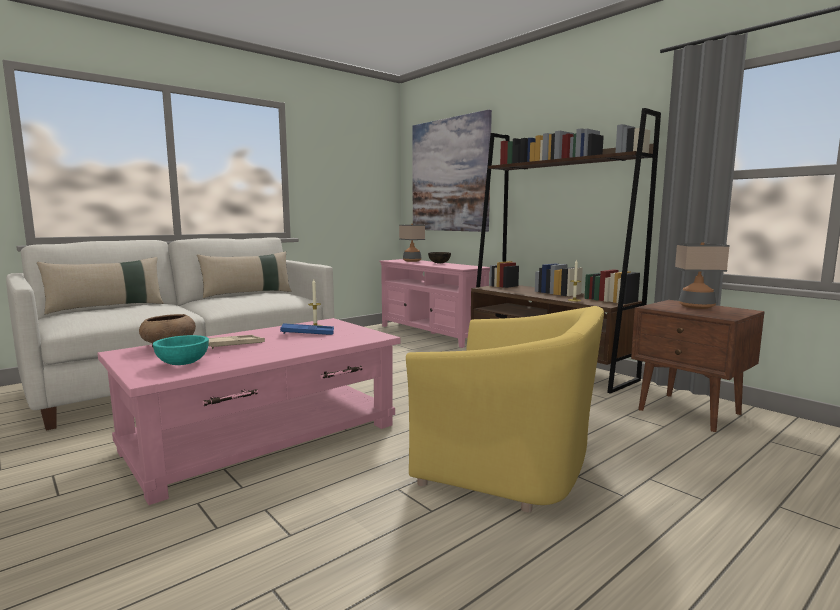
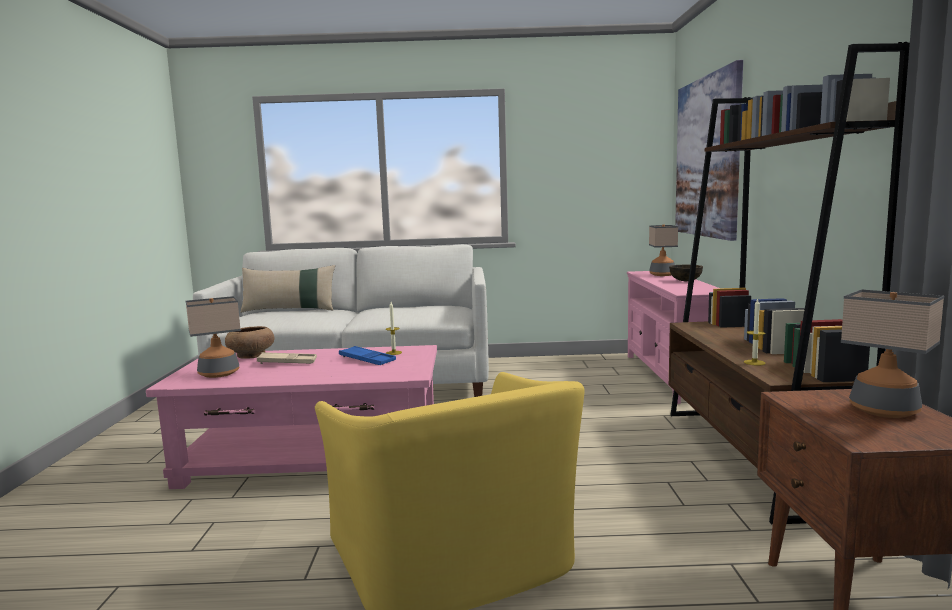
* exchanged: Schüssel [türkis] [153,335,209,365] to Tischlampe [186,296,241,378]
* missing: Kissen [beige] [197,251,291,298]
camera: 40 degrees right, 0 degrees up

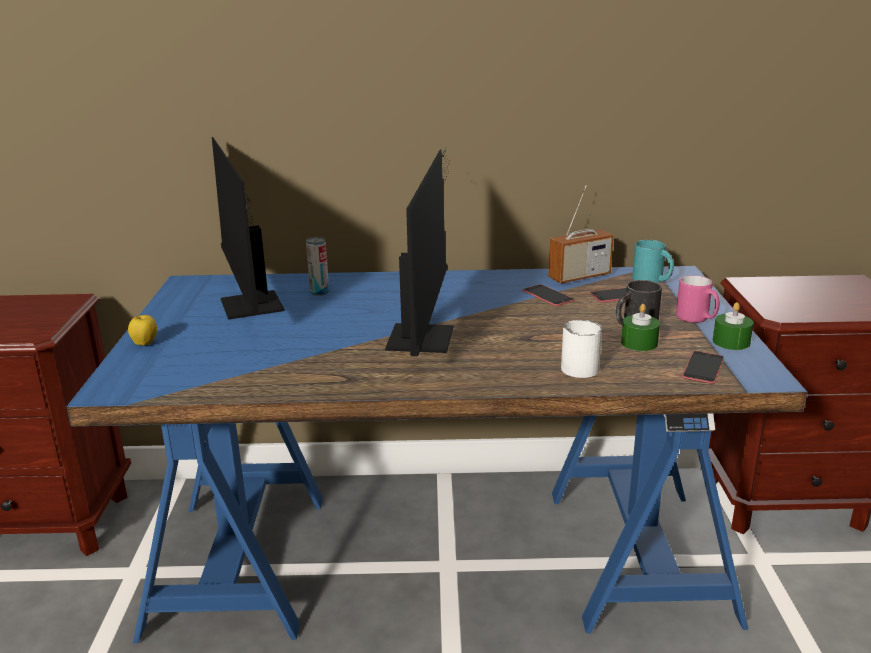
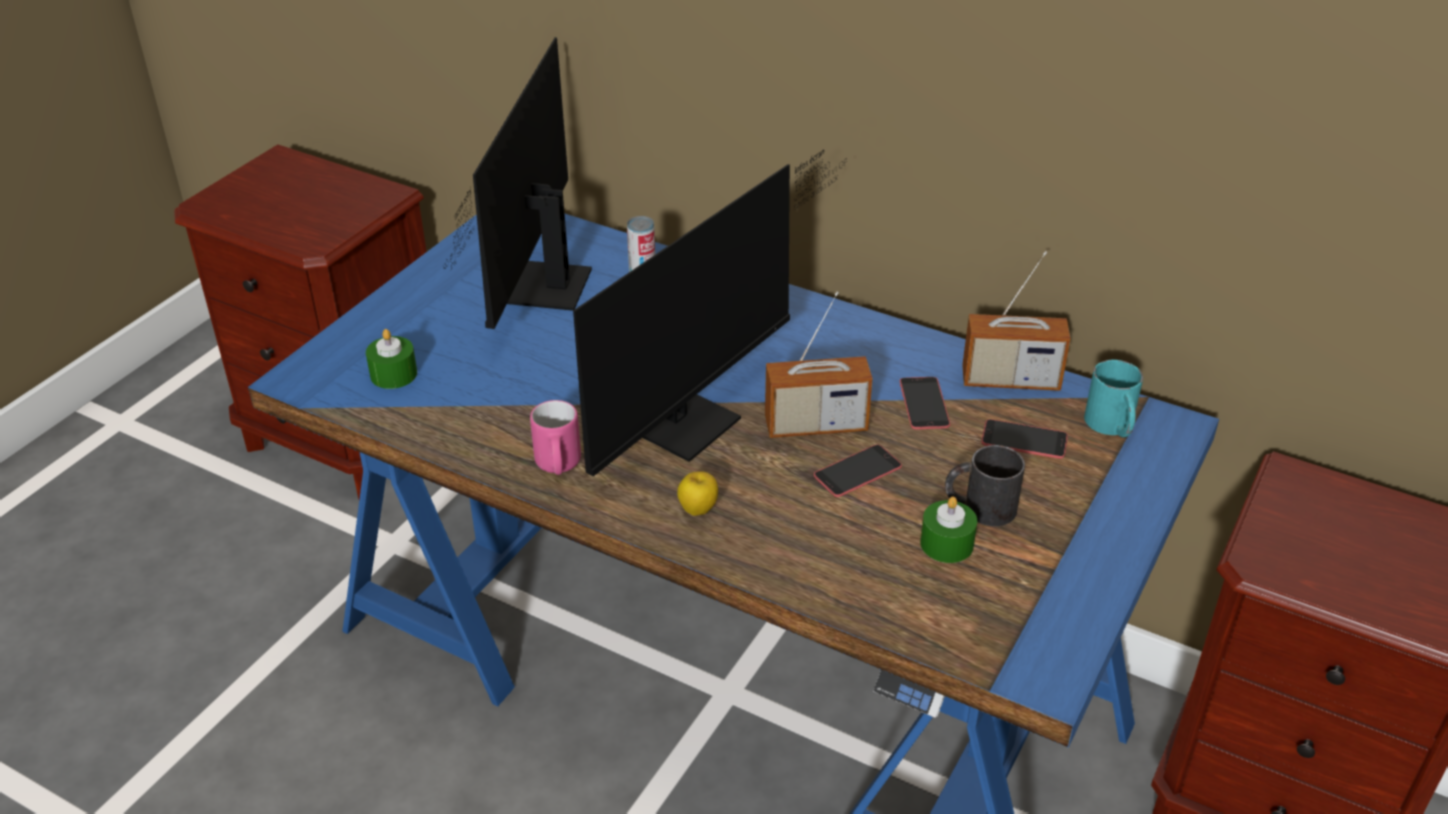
* relocated: Apfel [128,315,157,346] to [677,471,718,516]
* missing: Henkelbecher [weiß] [561,320,602,378]
* relocated: Henkelbecher [rosa] [676,275,720,323] to [530,400,581,475]
* relocated: Handy [682,351,724,384] to [814,444,902,497]
* relocated: Kerze [grün] [713,302,753,350] to [366,329,417,389]
* appeared: Radio [765,291,872,438]
camera: 30 degrees right, 15 degrees up

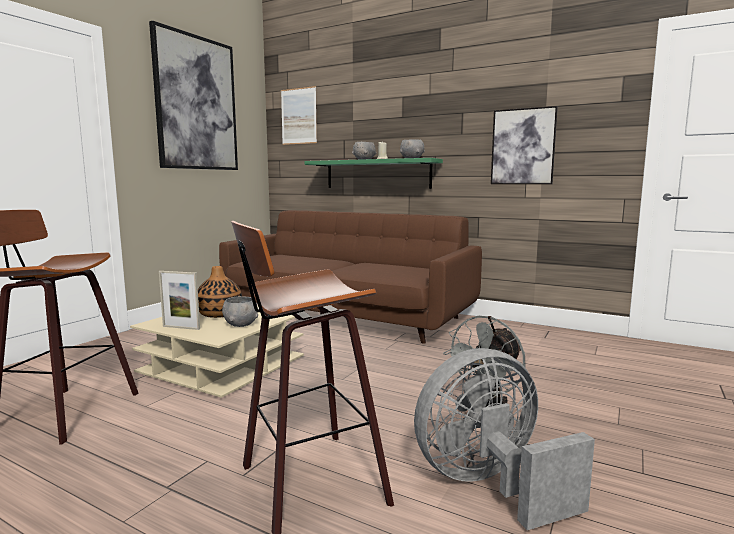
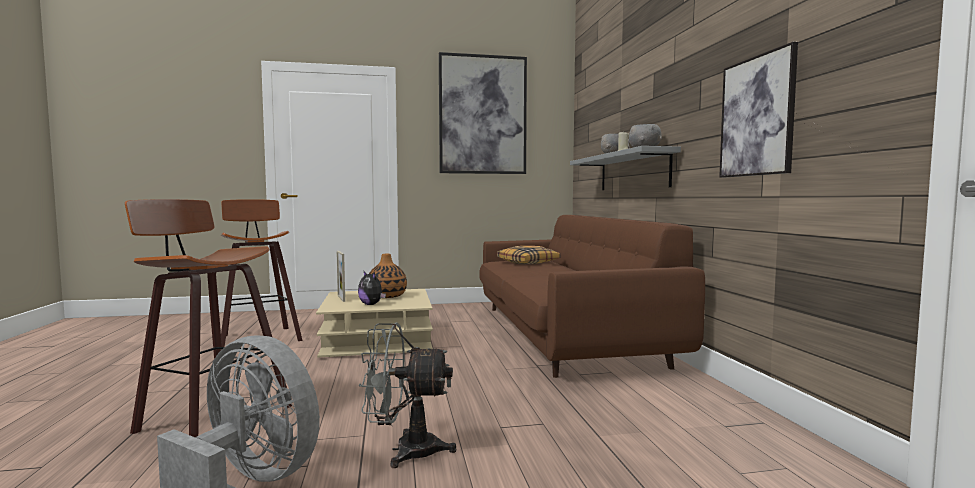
* exchanged: Schüssel [grau] [222,296,258,327] to Plüschtier [358,270,386,305]
* missing: Bild [281,86,317,145]
* colour: Wandregal [grün] [305,158,443,189] to Wandregal [grau] [570,146,681,190]
* appeared: Kissen [497,246,560,264]
camera: 50 degrees right, 5 degrees down

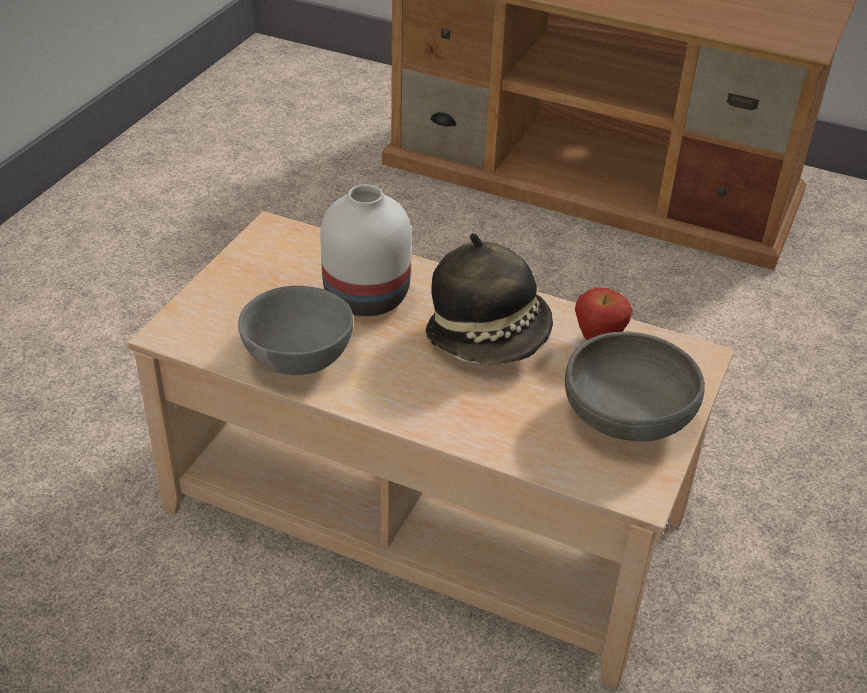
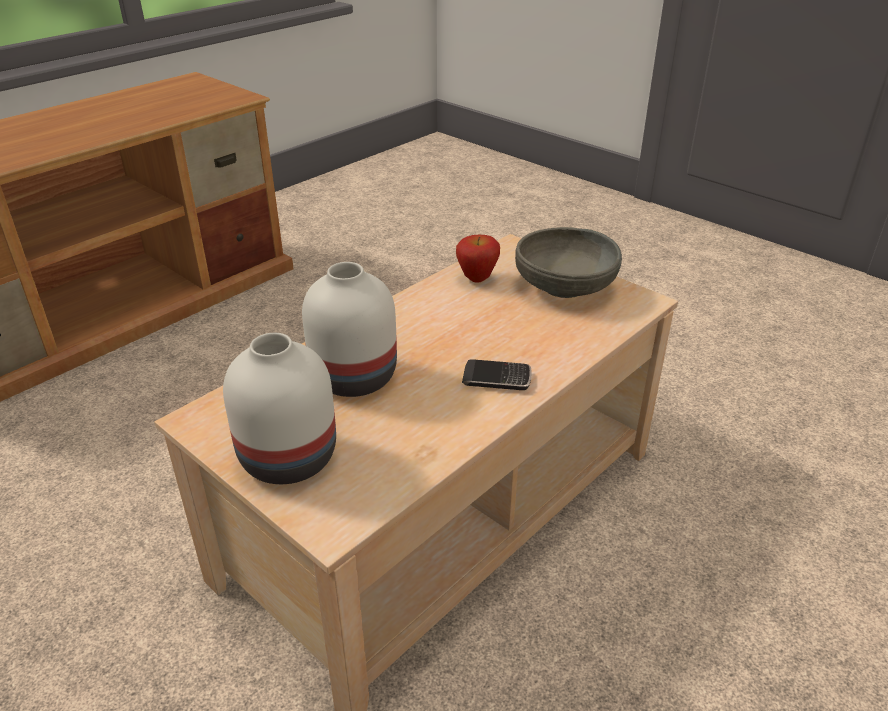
* missing: Schüssel [grau] [238,286,353,375]
* missing: Hut [426,233,553,365]
* appeared: Vase [weiß] [223,333,336,484]
* appeared: Handy [462,359,532,390]
camera: 70 degrees left, 5 degrees down

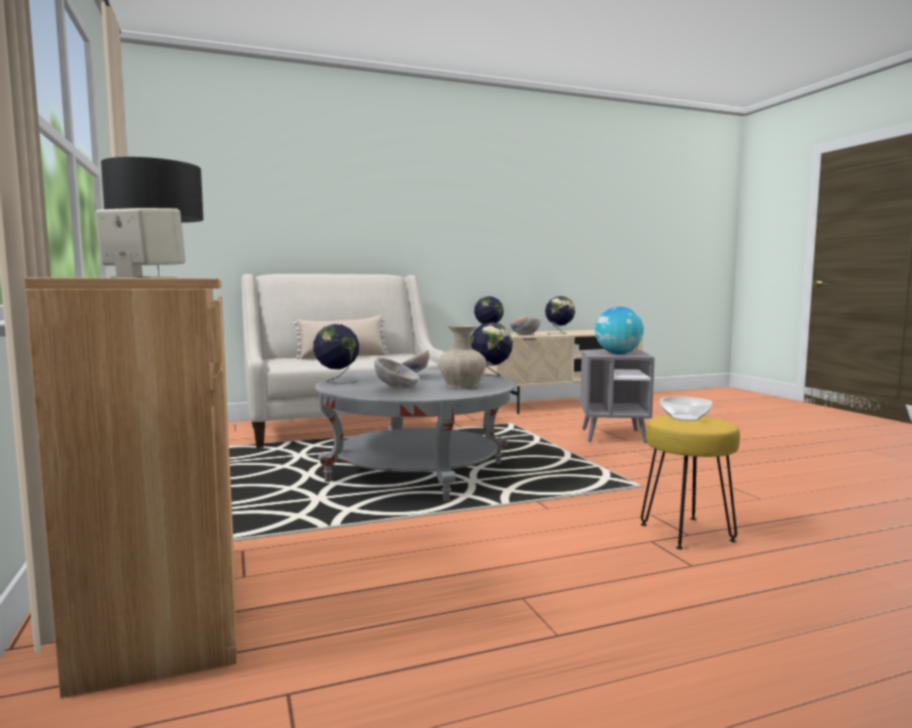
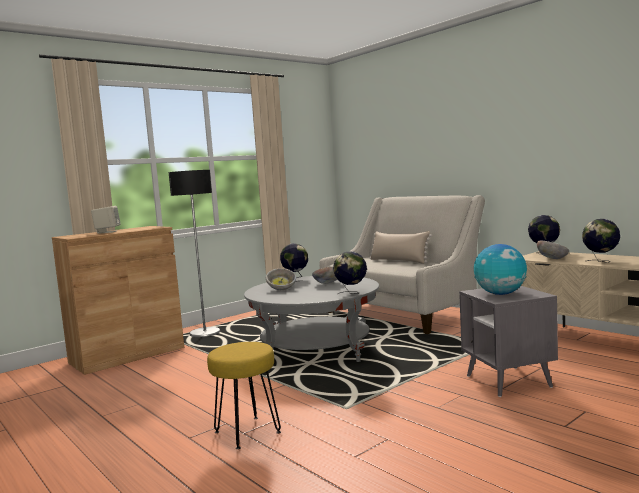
* missing: Vase [beige] [439,325,486,389]
* missing: Schüssel [660,396,712,421]
camera: 70 degrees right, 0 degrees up

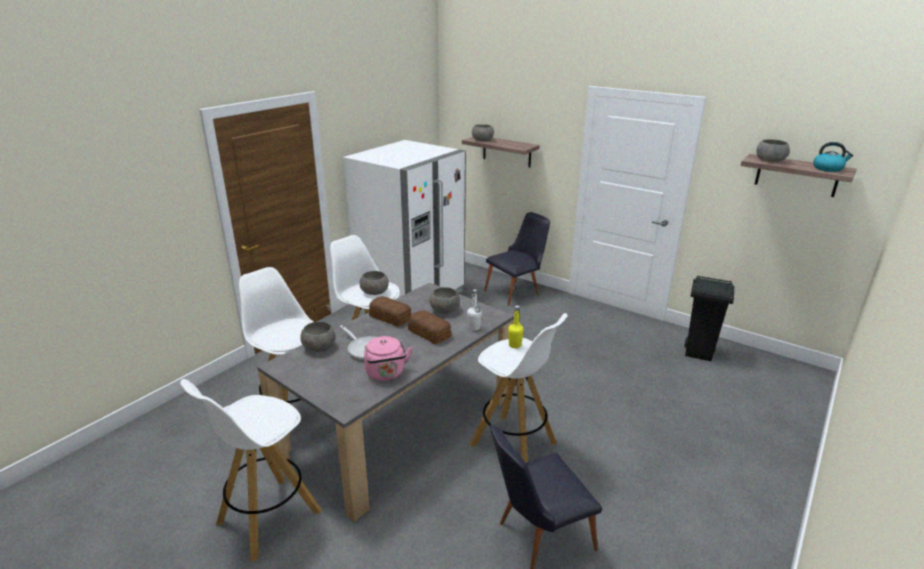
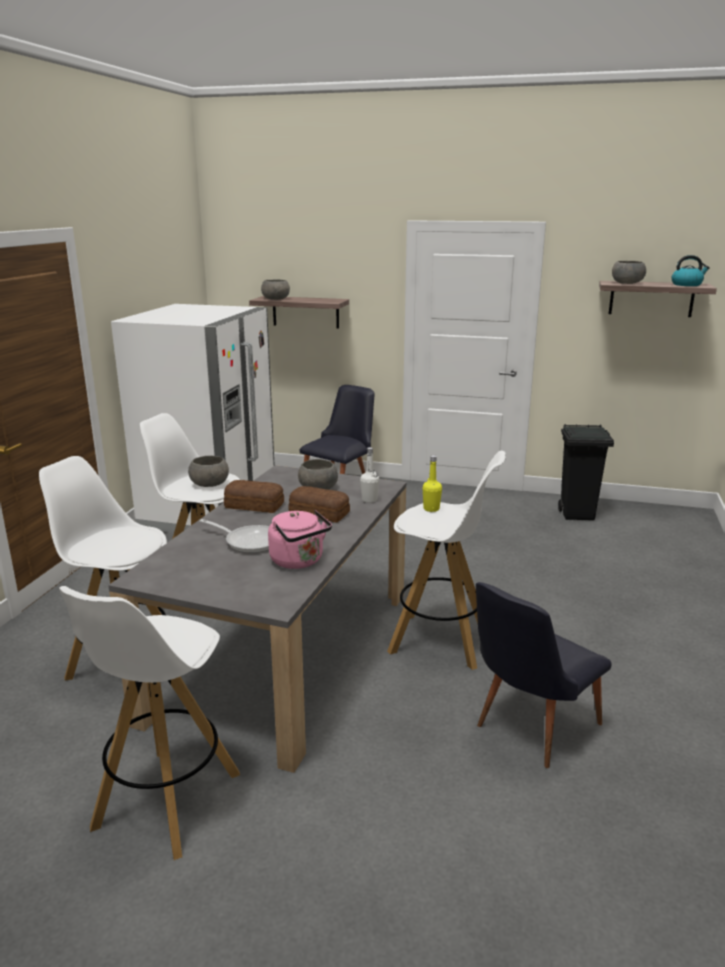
* missing: Schüssel [grau] [300,322,336,352]
camera: 20 degrees left, 5 degrees down

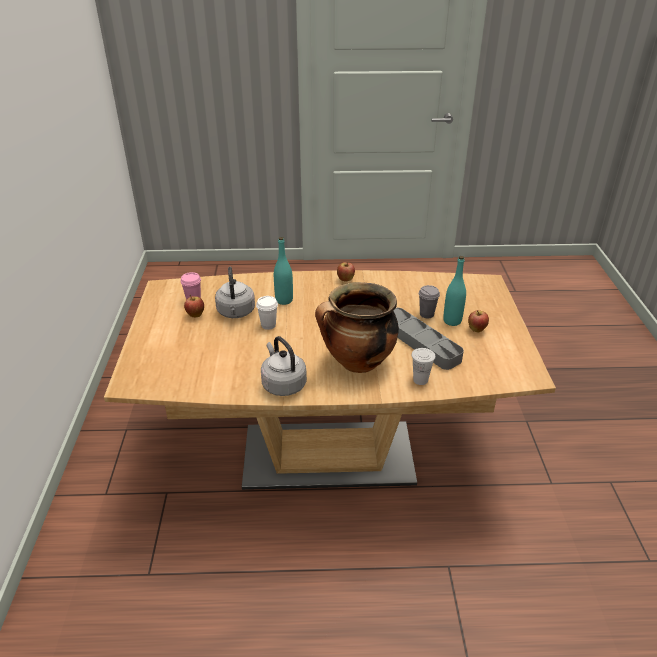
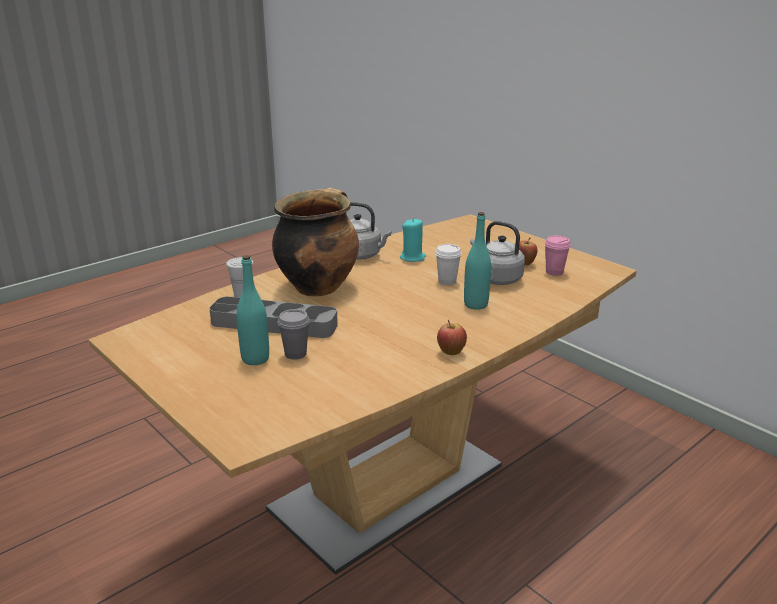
* missing: Apfel [468,310,489,332]
* appeared: Kerze [türkis] [400,218,426,262]
camera: 140 degrees right, 10 degrees down

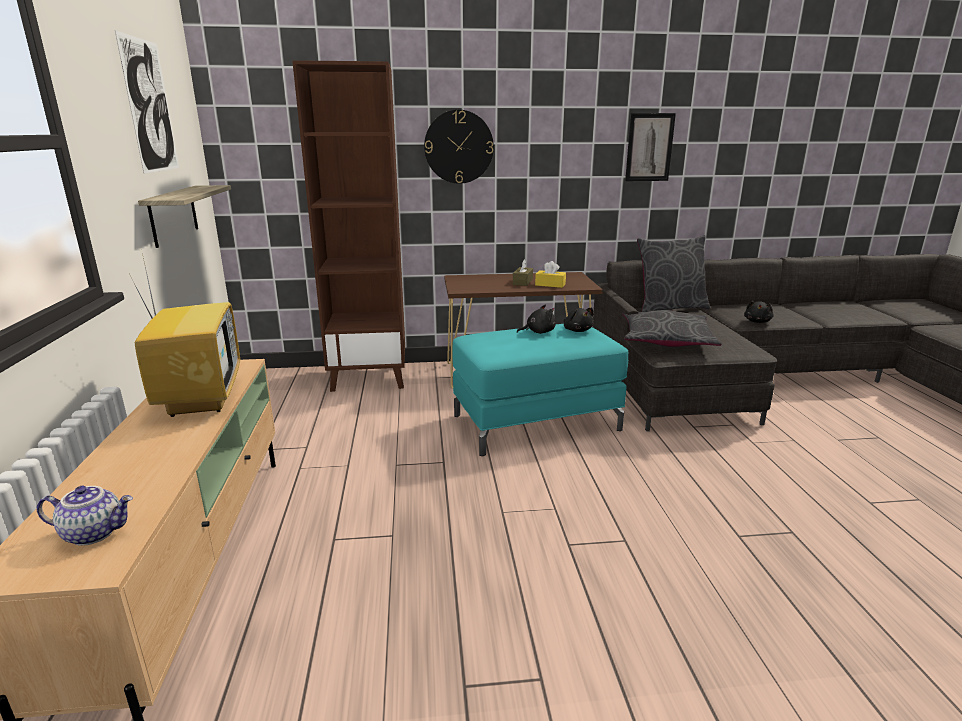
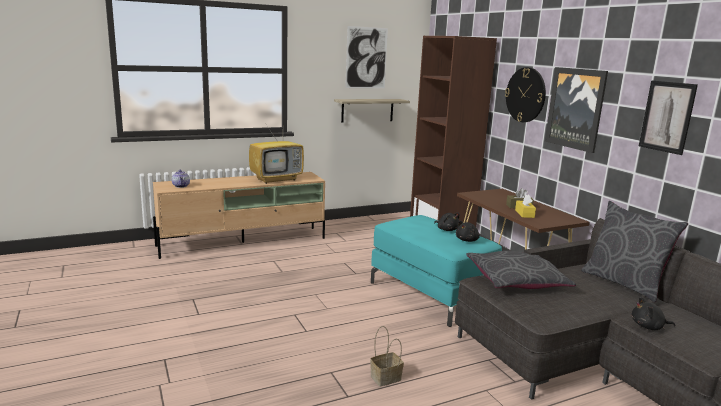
* appeared: Korb [370,326,404,386]
* appeared: Bild [545,67,608,153]
camera: 70 degrees right, 5 degrees down

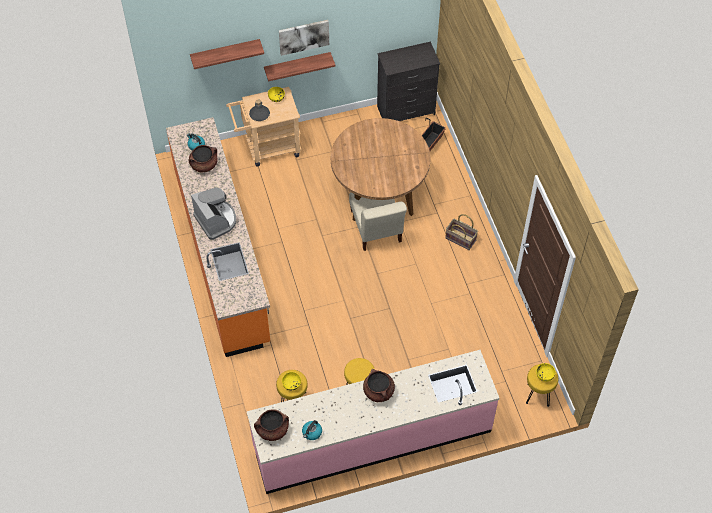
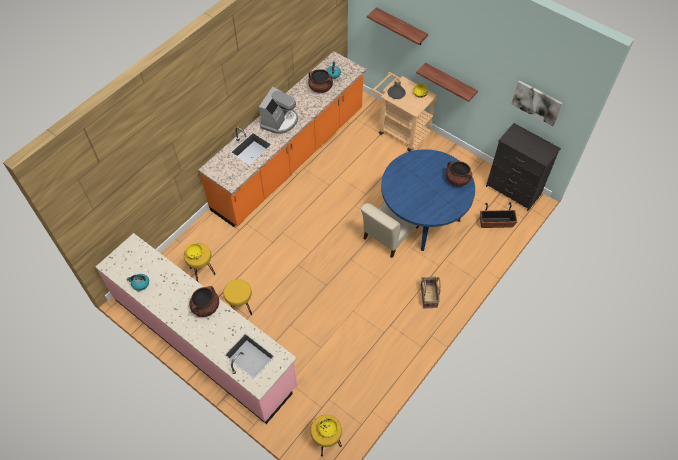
* relocated: Kochtopf [braun] [254,409,289,441] to [446,161,472,186]
* relocated: Bild [279,20,329,56] to [511,80,563,126]
* colour: Esstisch [braun] [331,118,431,221] to Esstisch [blau] [381,149,475,251]
camera: 55 degrees right, 0 degrees up

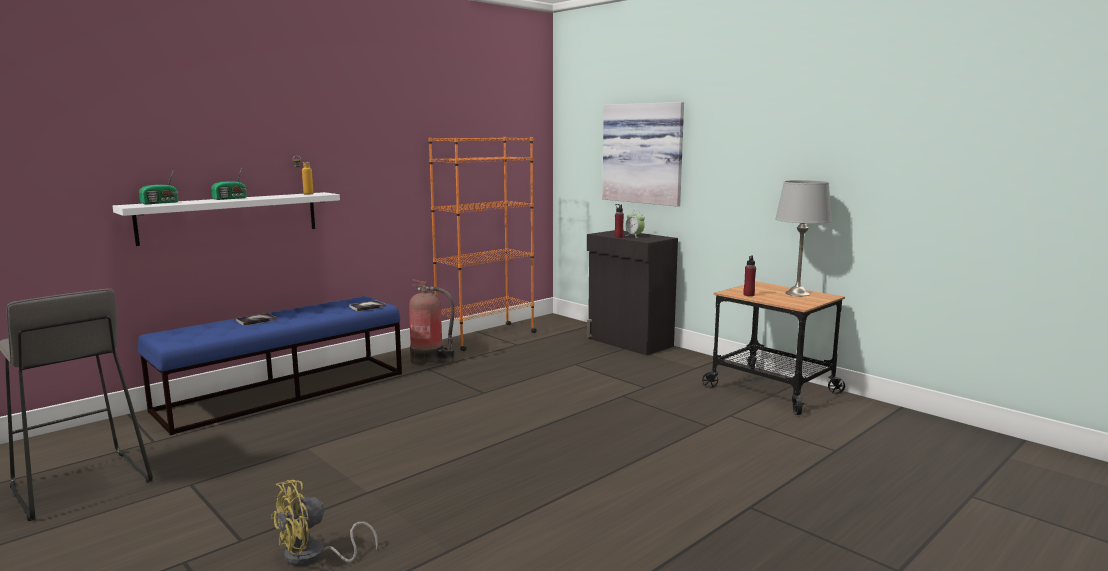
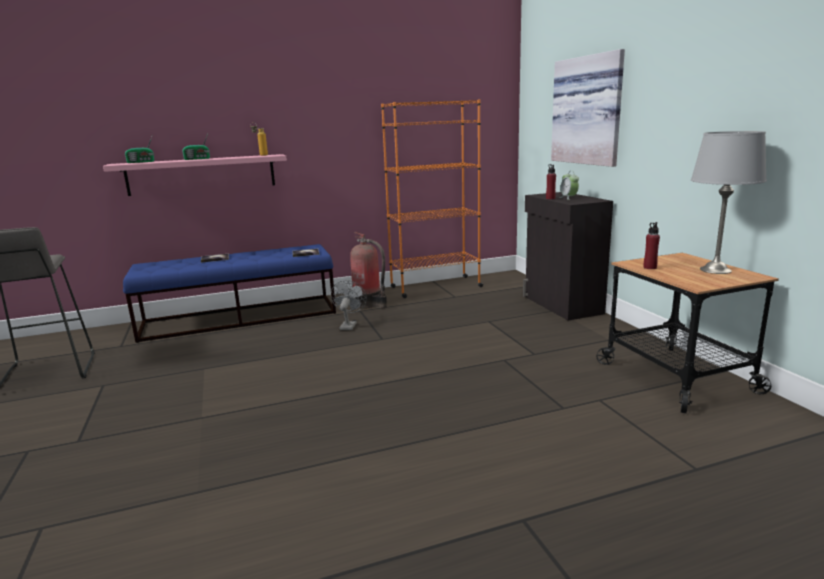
* colour: Wandregal [weiß] [113,192,340,246] to Wandregal [rosa] [103,154,287,196]
* missing: Ventilator [gelb] [271,480,378,566]
* appeared: Ventilator [grau] [331,280,367,330]
camera: 25 degrees right, 5 degrees up

